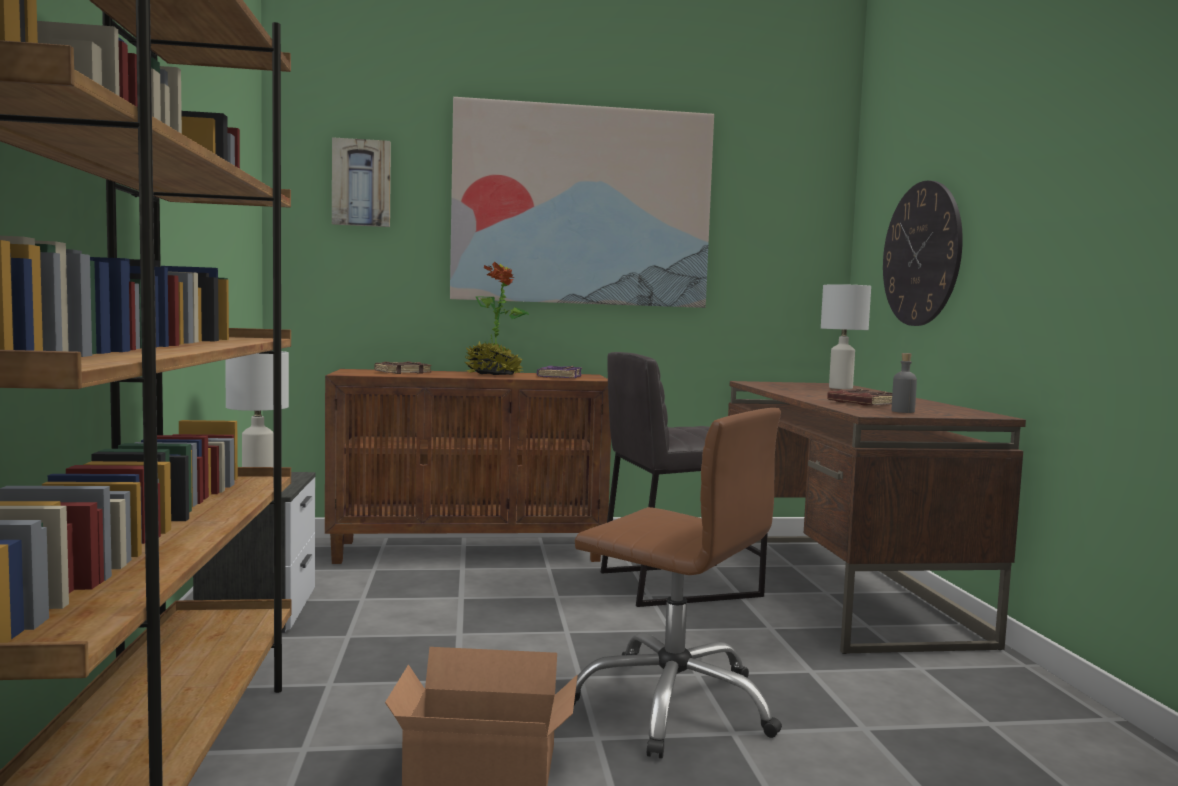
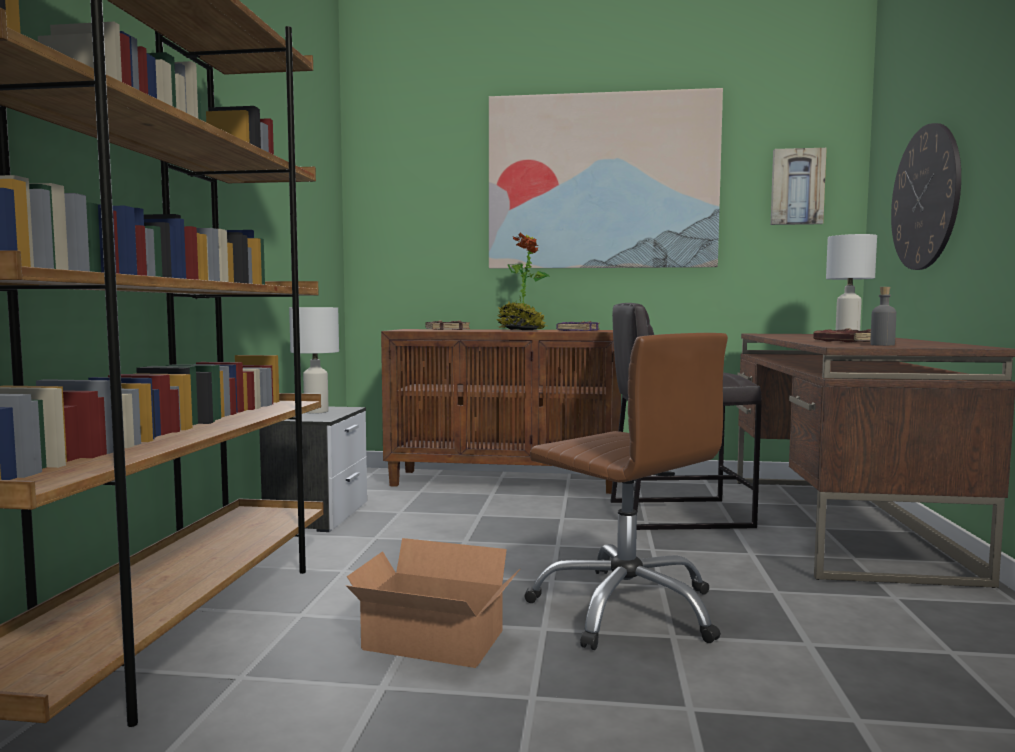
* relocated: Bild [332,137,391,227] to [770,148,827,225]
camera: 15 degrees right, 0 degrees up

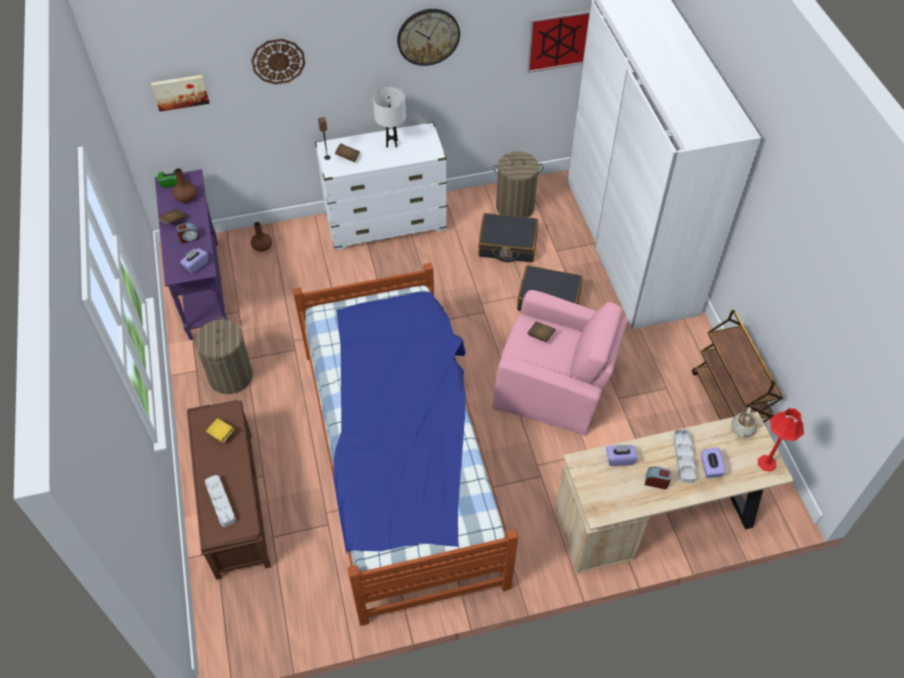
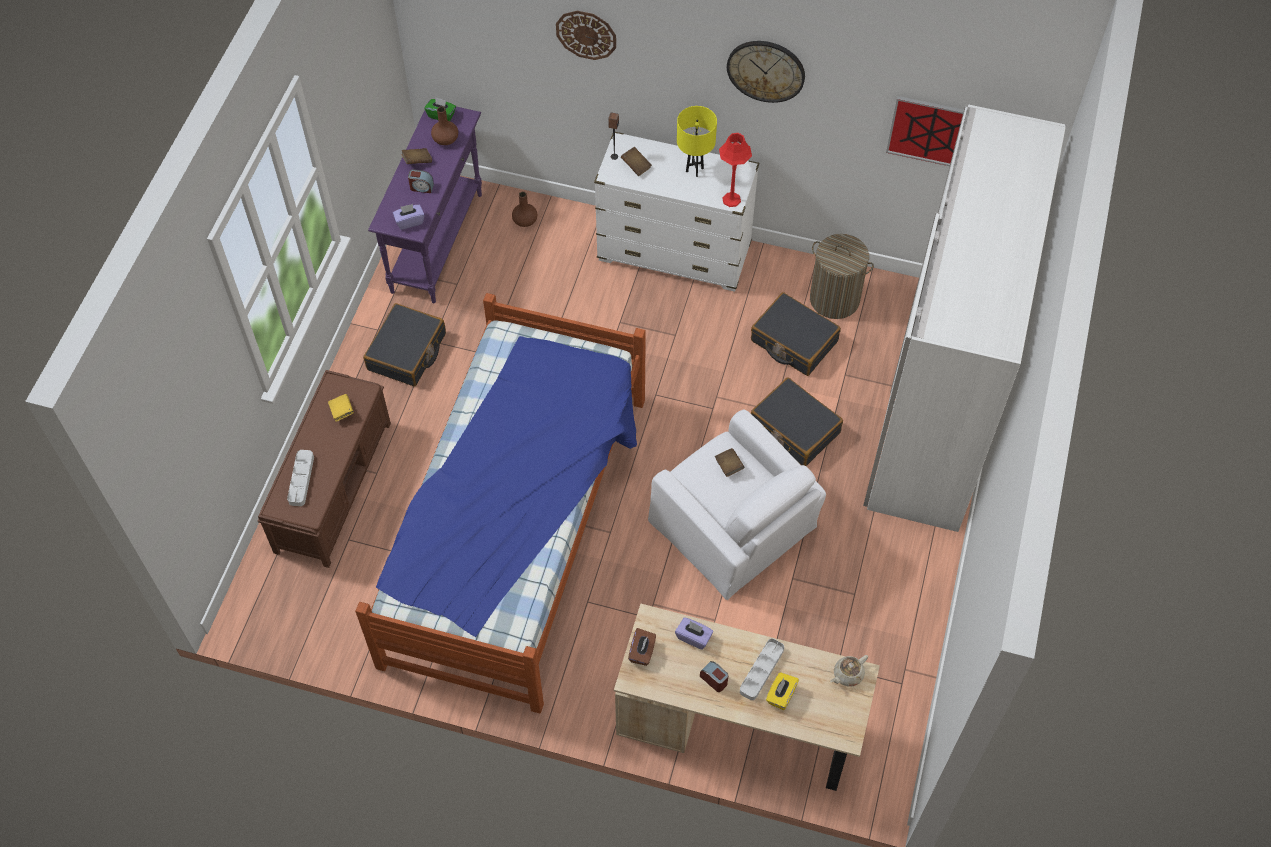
* missing: Bild [151,75,209,112]
* exchanged: Wäschekorb [194,317,253,394] to Koffer [schwarz] [363,303,446,386]
* colour: Tischlampe [weiß] [373,87,406,148] to Tischlampe [gelb] [677,106,717,177]
* colour: Sessel [rosa] [492,290,628,436] to Sessel [weiß] [648,410,826,600]
* missing: Rollwagen [braun] [692,310,783,422]
* colour: Taschentuchbox [lila] [701,447,725,478] to Taschentuchbox [gelb] [766,672,799,710]
* relocated: Tischlampe [rot] [758,408,804,472] to [719,133,752,207]
* appeared: Taschentuchbox [braun] [628,628,656,666]
camera: 30 degrees right, 5 degrees up

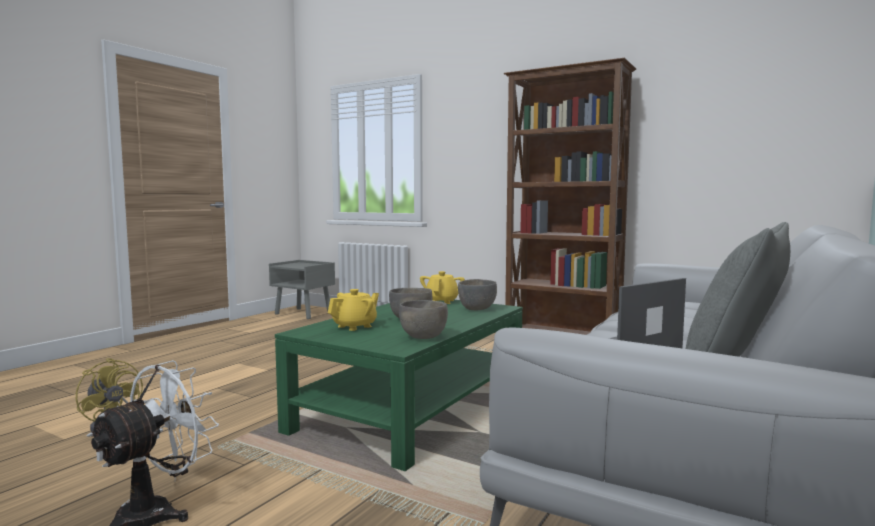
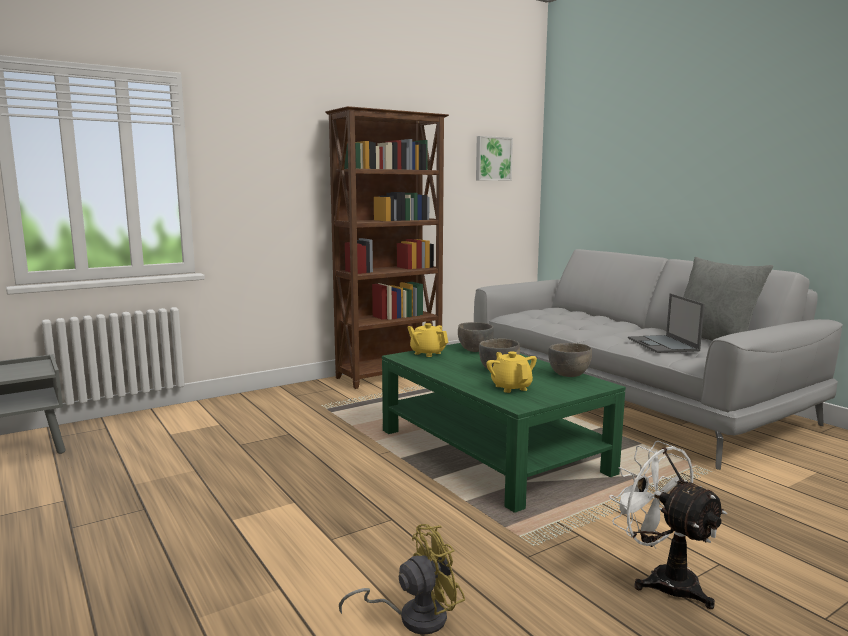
* appeared: Bild [476,136,513,181]
camera: 65 degrees left, 5 degrees up

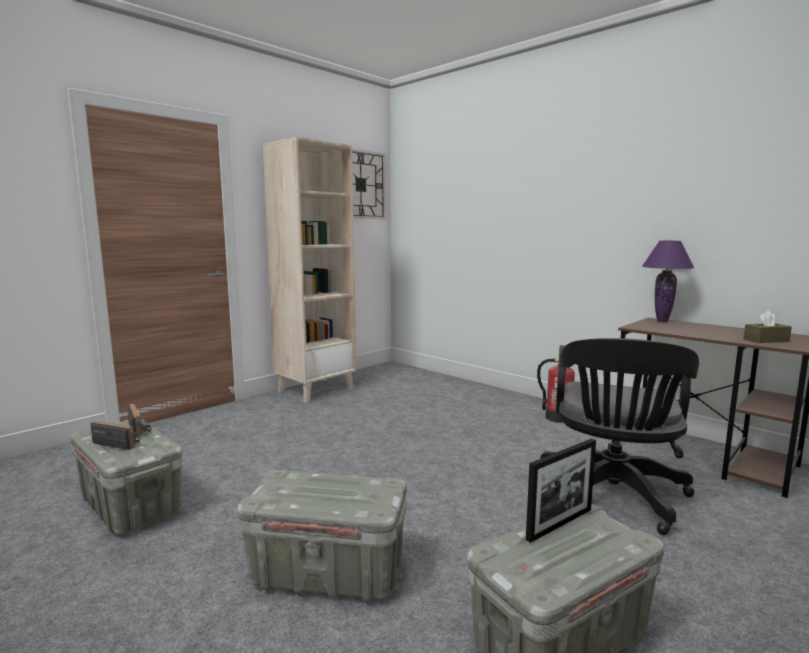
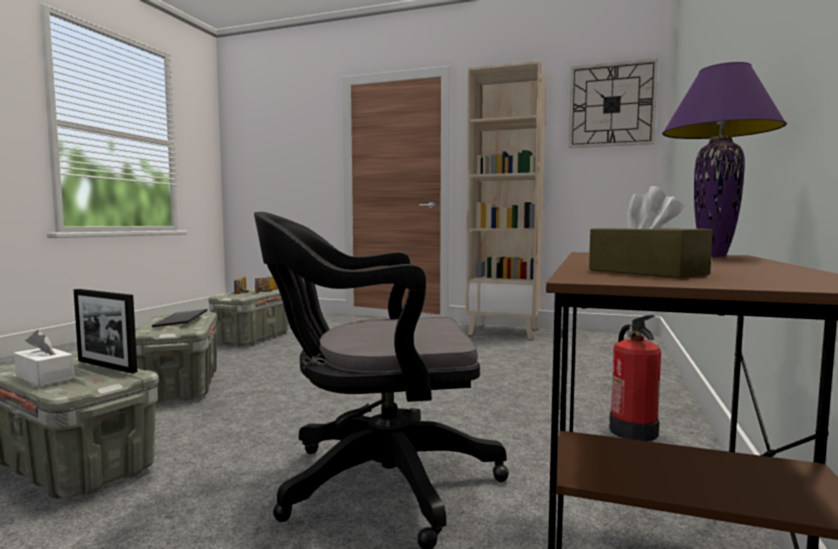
* appeared: Taschentuchbox [weiß] [14,330,75,386]
* appeared: Tastatur [152,309,208,328]
camera: 65 degrees right, 5 degrees down

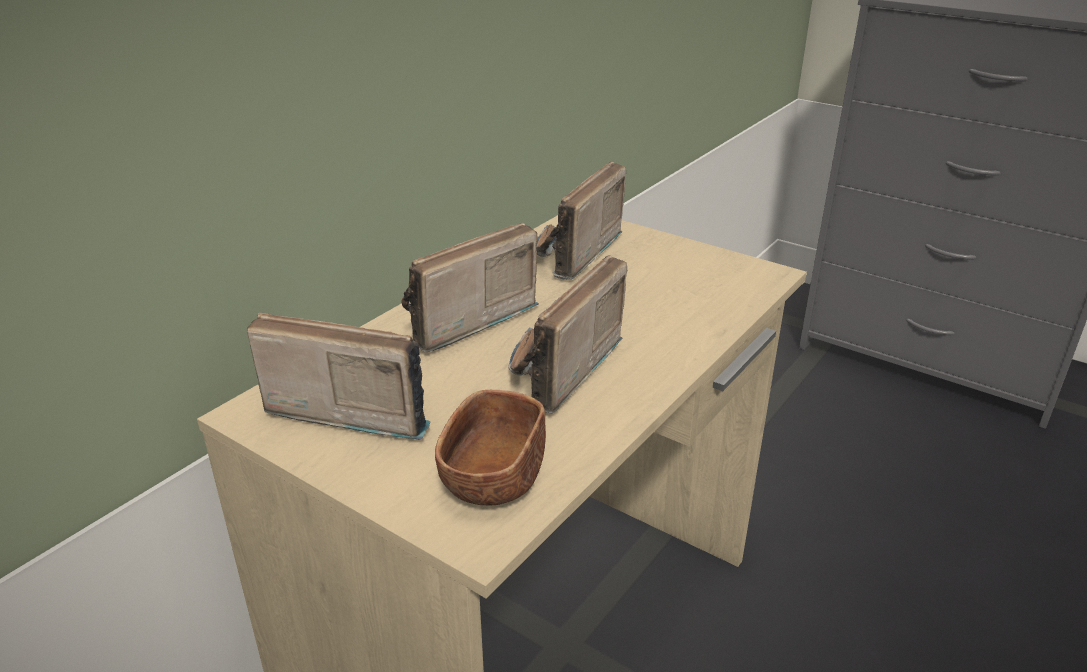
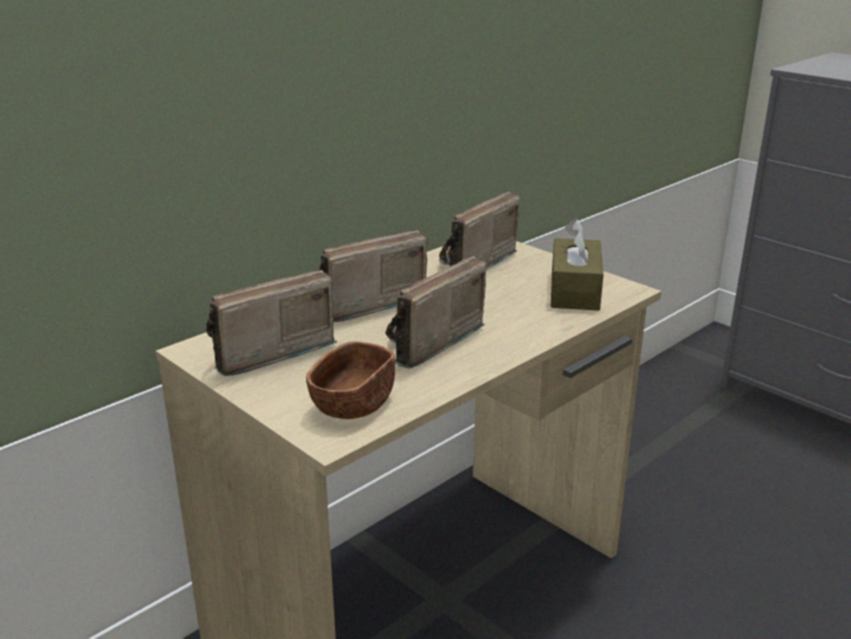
* spun: Radio [247,313,431,440] = [206,270,337,376] 60 degrees counterclockwise
* appeared: Taschentuchbox [braun] [551,218,604,311]
camera: 10 degrees right, 5 degrees down

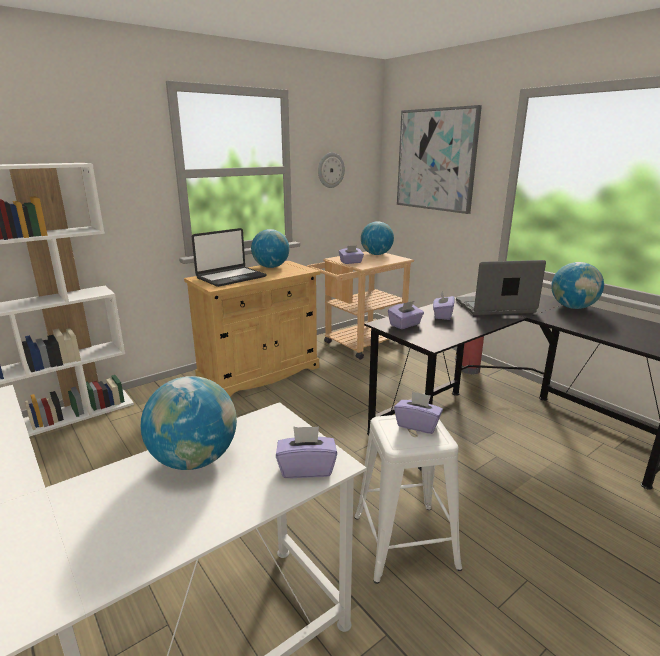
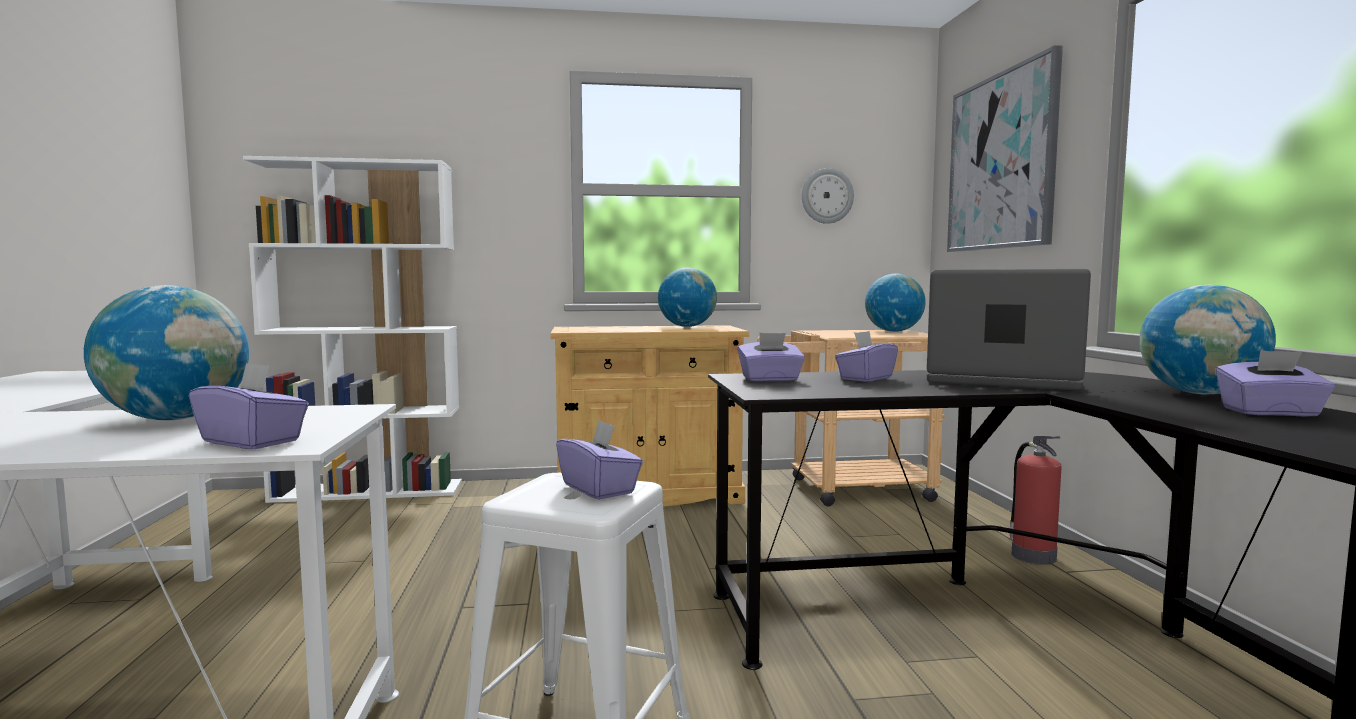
* missing: Laptop [192,228,267,287]
* relocated: Taschentuchbox [lila] [339,245,364,264] to [1216,350,1335,417]
camera: 30 degrees right, 15 degrees down

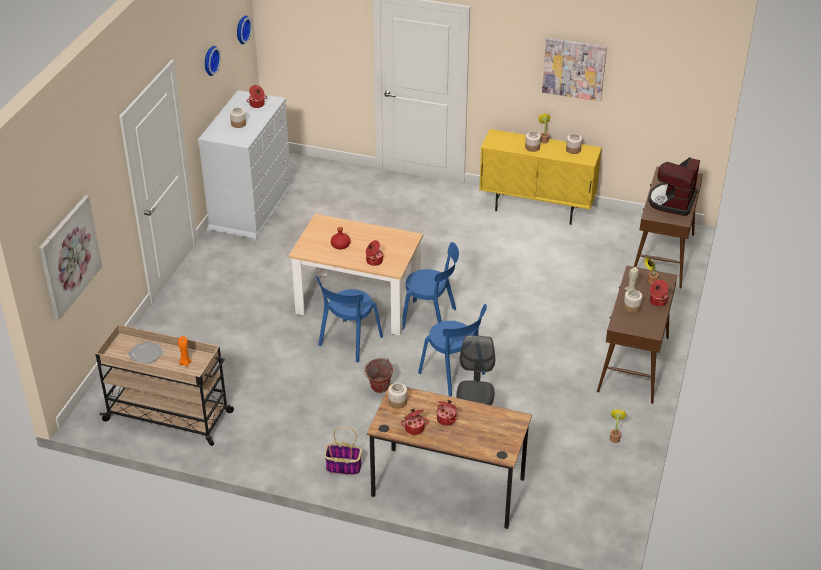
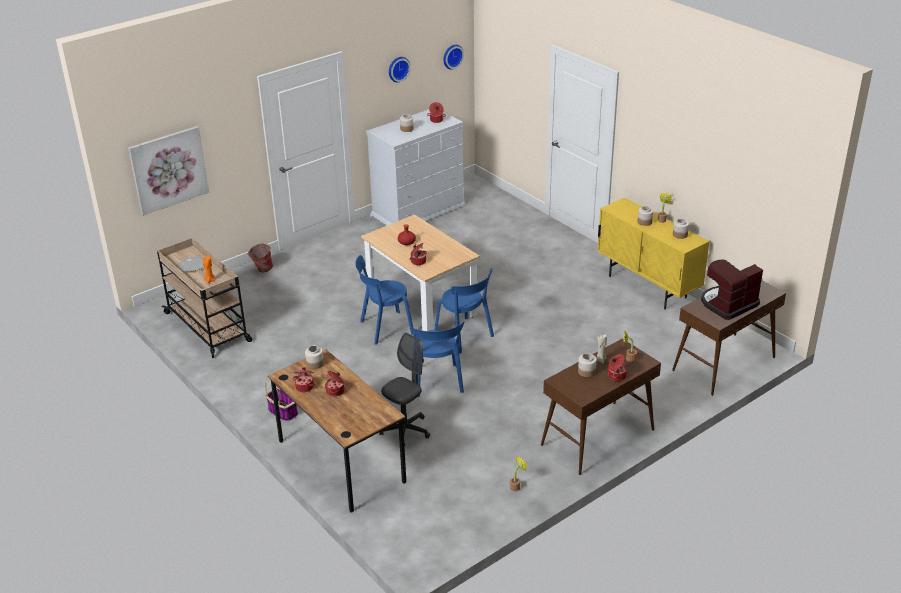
* relocated: Eimer [364,358,393,393] to [248,244,273,272]
* missing: Bild [542,38,607,102]
camera: 35 degrees right, 5 degrees down

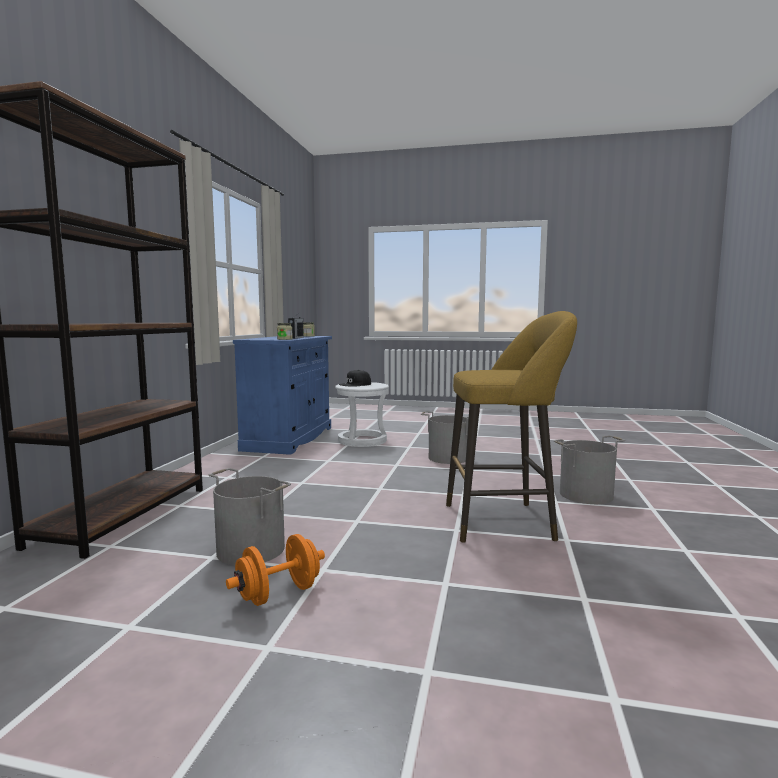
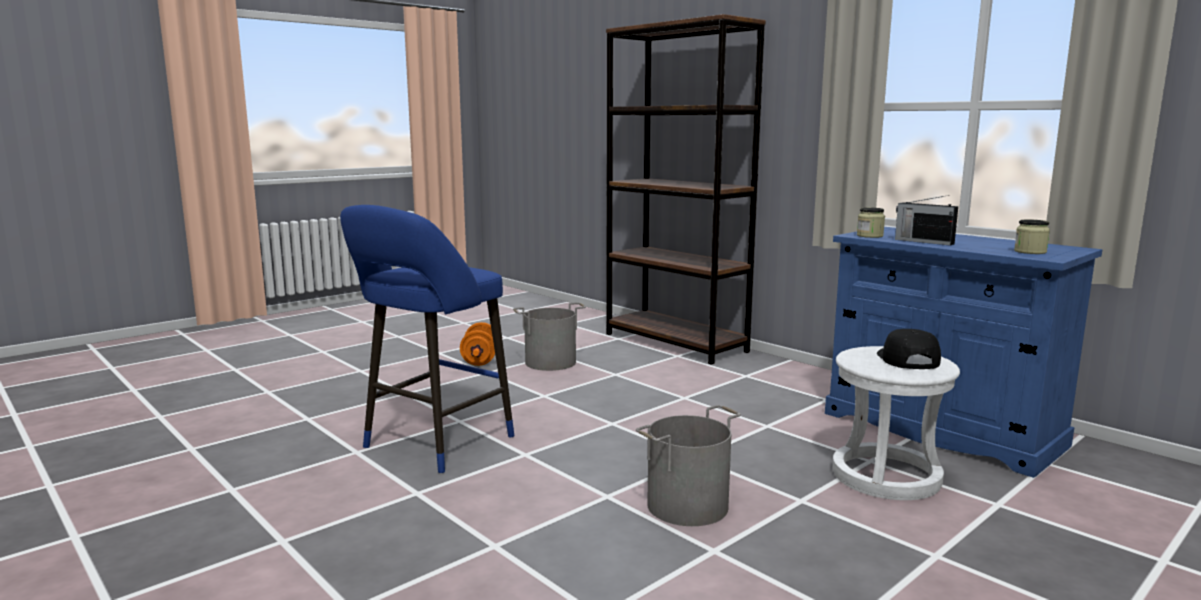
* colour: Hocker [gelb] [446,311,577,543] to Hocker [blau] [340,205,514,473]
* missing: Eimer [grau] [554,436,625,504]
camera: 125 degrees right, 5 degrees up

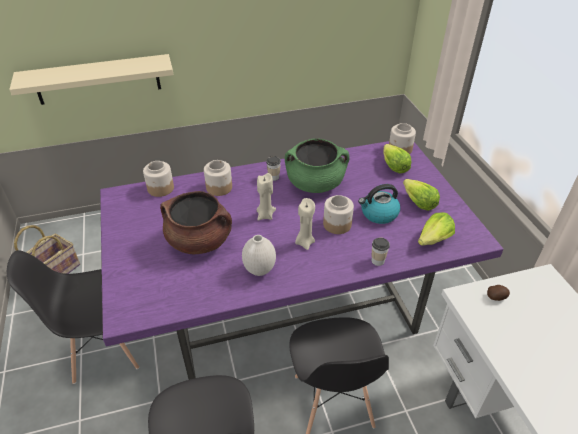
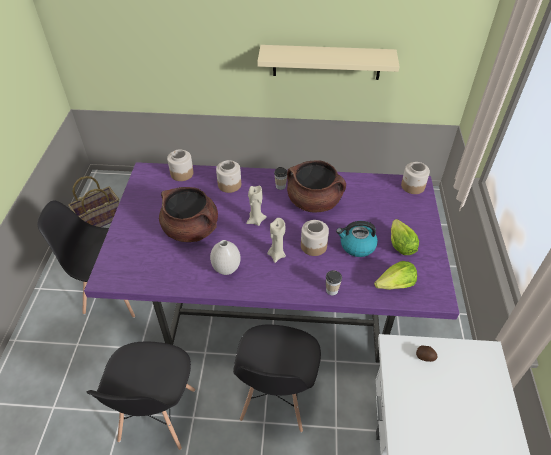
* relocated: Wandregal [beige] [9,54,174,105] to [257,45,400,80]
* colour: Kochtopf [grün] [285,138,350,193] to Kochtopf [braun] [287,160,346,212]
* missing: Salatkopf [383,144,411,173]
camera: 20 degrees right, 5 degrees up

